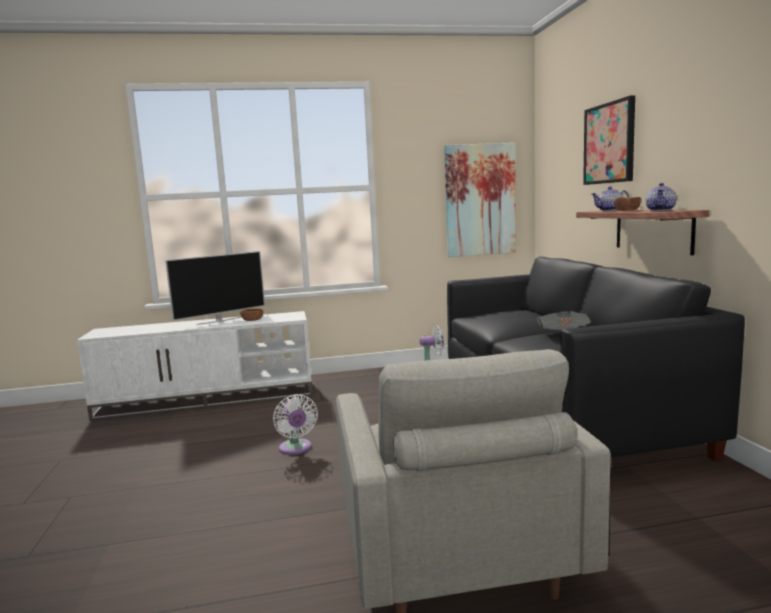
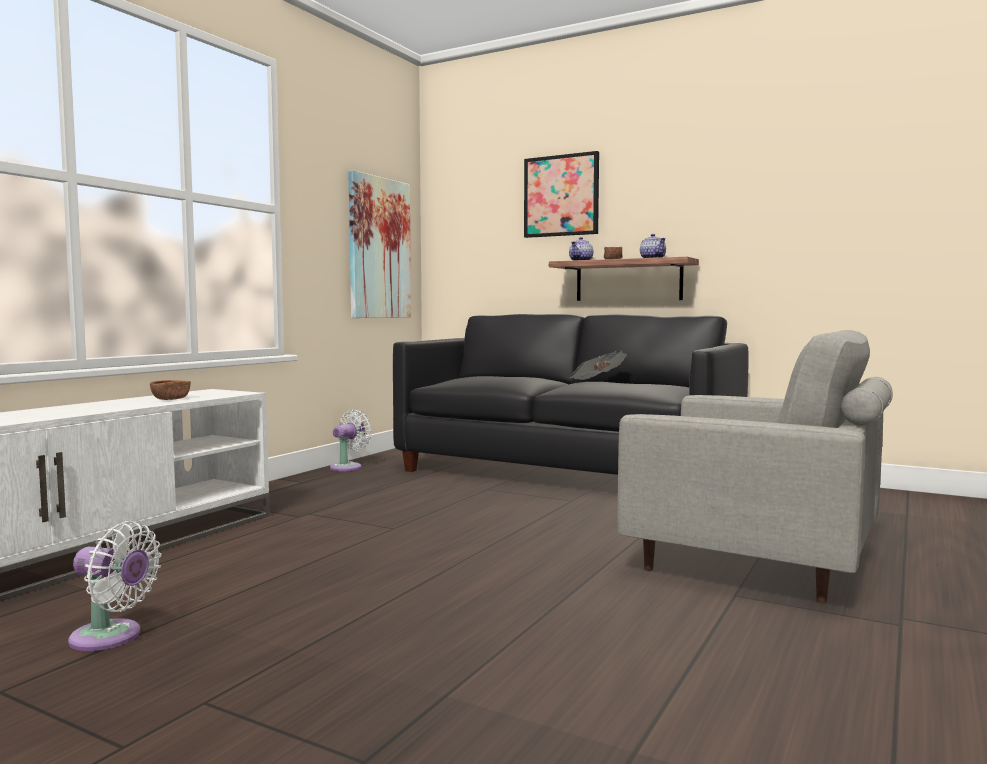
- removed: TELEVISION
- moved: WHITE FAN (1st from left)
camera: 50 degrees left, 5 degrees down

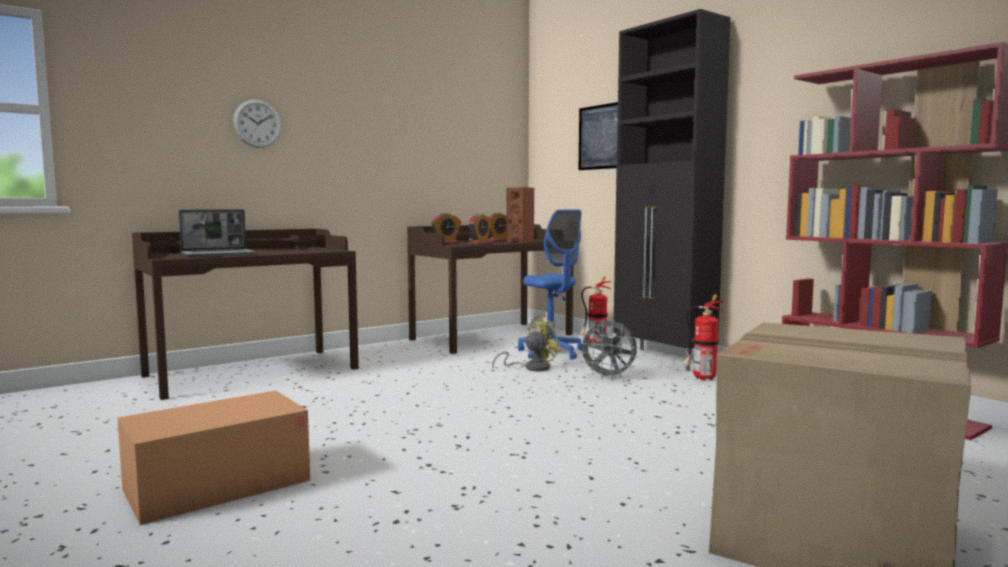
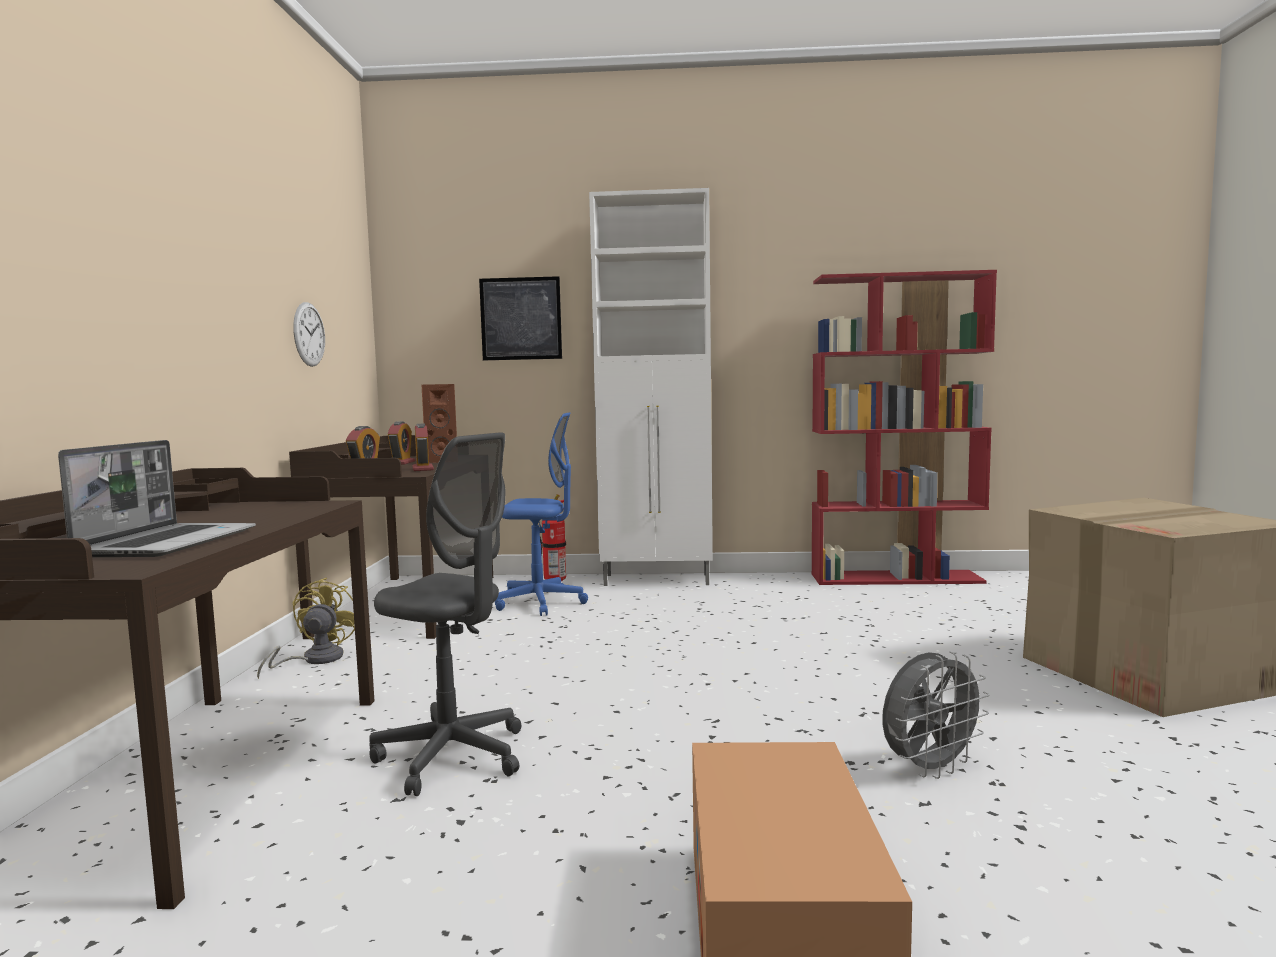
- recoloured: BLACK CABINET to WHITE CABINET
- moved: WALL CLOCK
- removed: FIRE EXTINGUISHER (2nd from left)
- moved: YELLOW FAN
- moved: GREY FAN
- added: GREY OFFICE CHAIR
camera: 50 degrees left, 0 degrees up

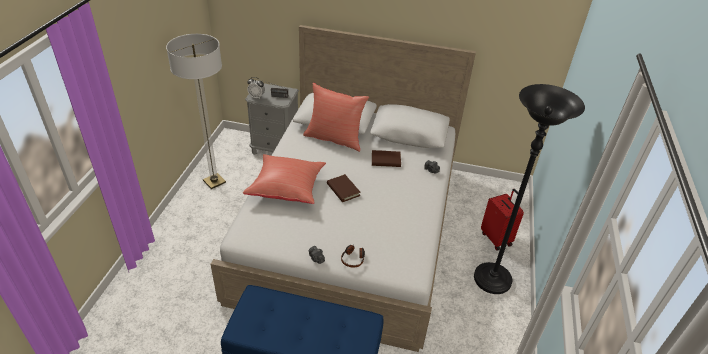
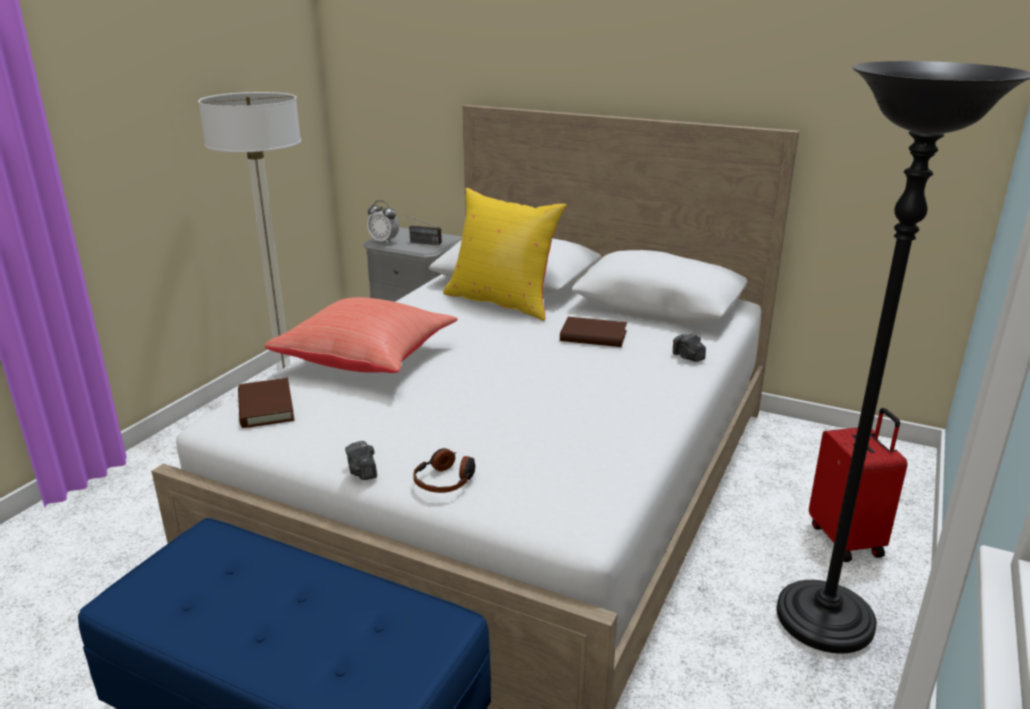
- recoloured: RED PILLOW (2nd from left) to YELLOW PILLOW
- moved: BROWN BOOK (1st from left)
camera: 15 degrees right, 15 degrees down

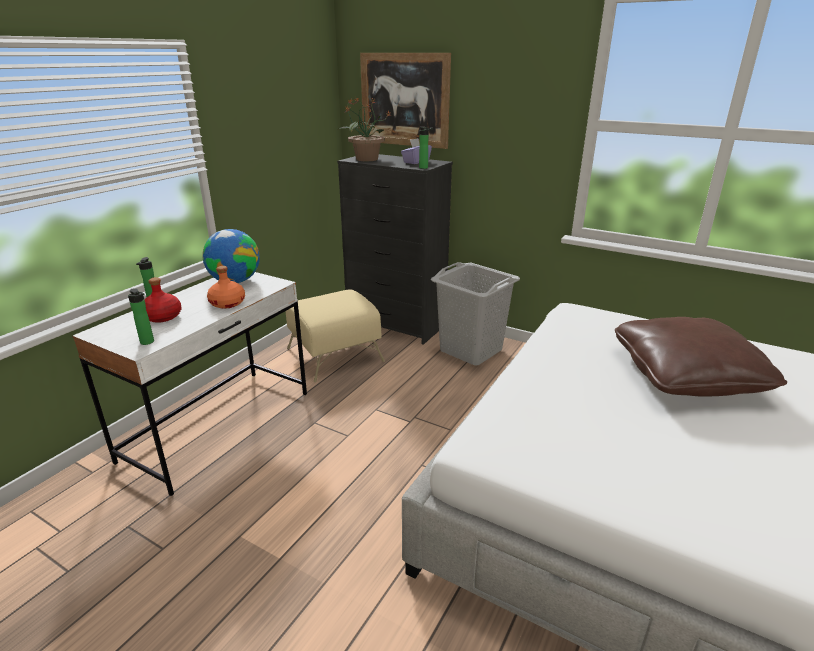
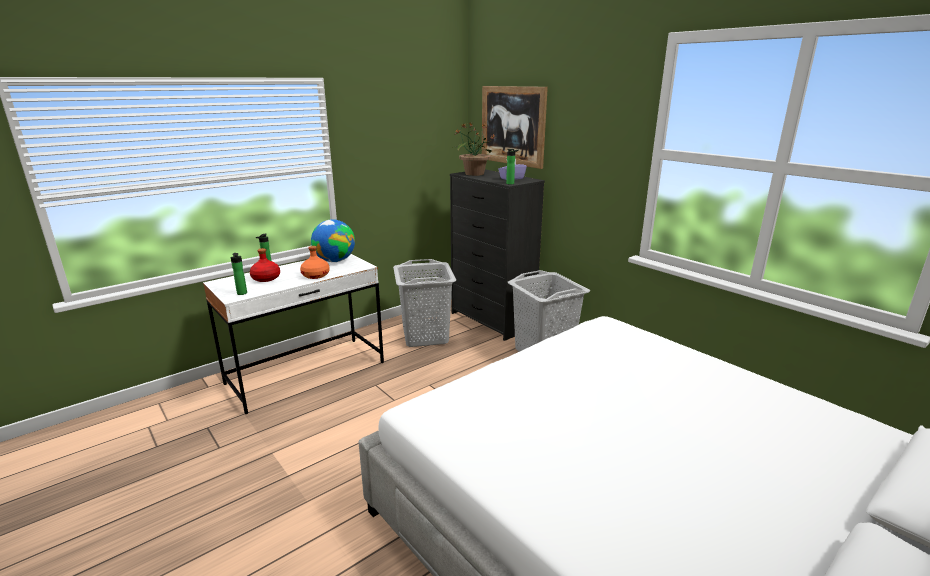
- replaced: BEIGE OTTOMAN to GREY LAUNDRY BASKET (1st from left)
- removed: BROWN PILLOW
camera: 20 degrees right, 5 degrees down

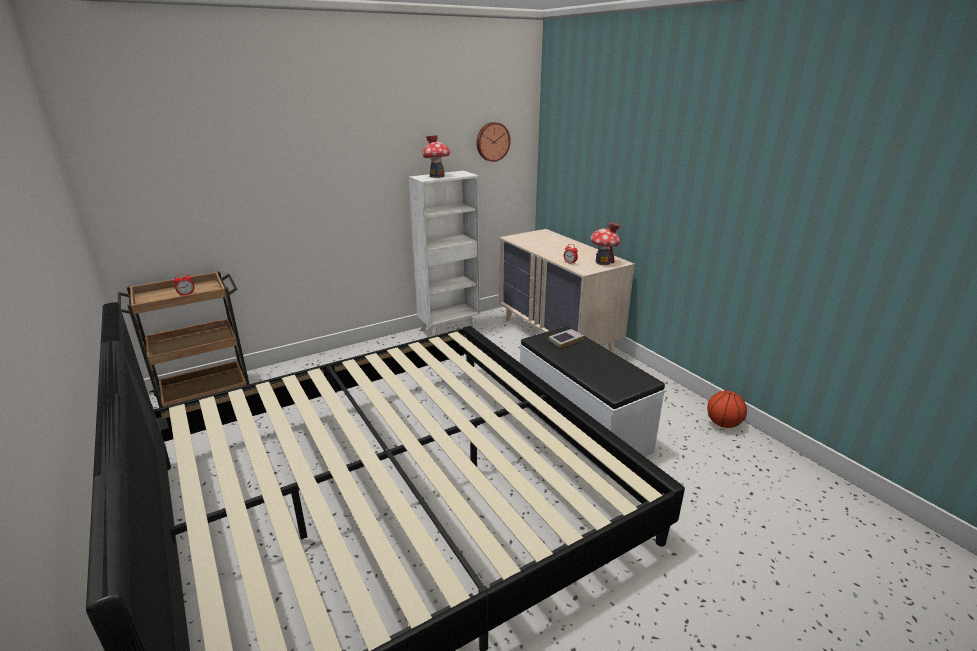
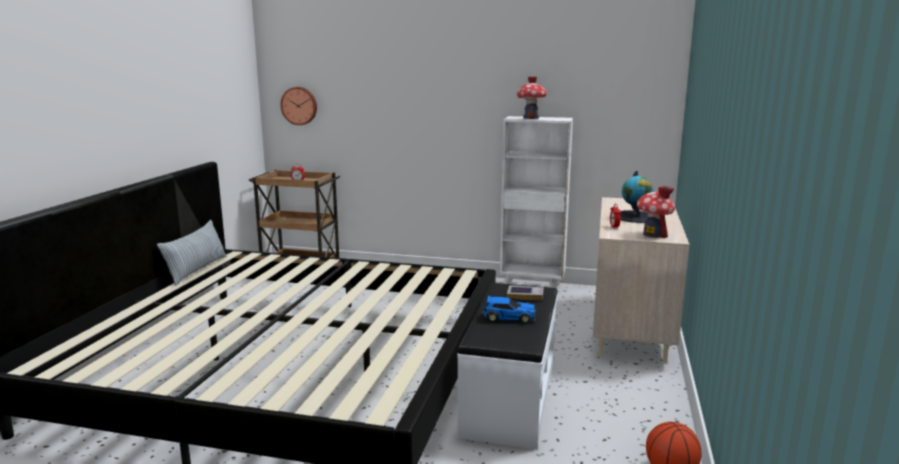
- moved: WALL CLOCK
- added: GLOBE
- added: PILLOW
- added: TOY CAR
camera: 45 degrees right, 10 degrees down

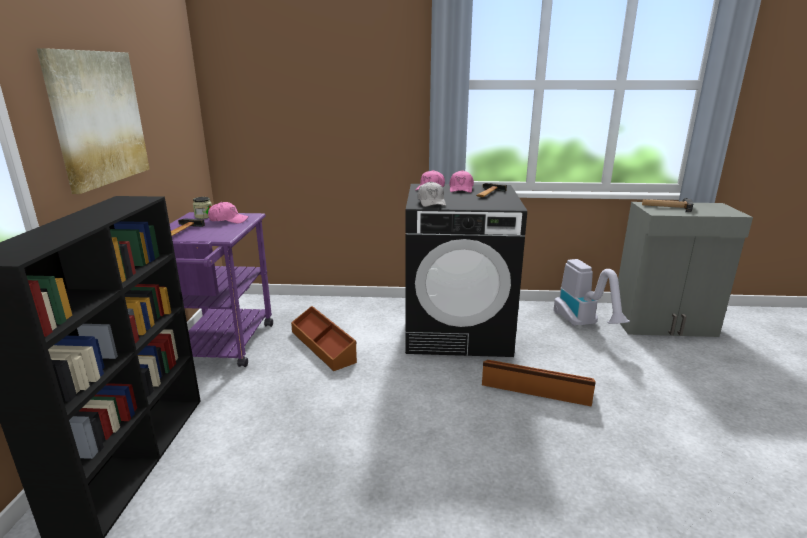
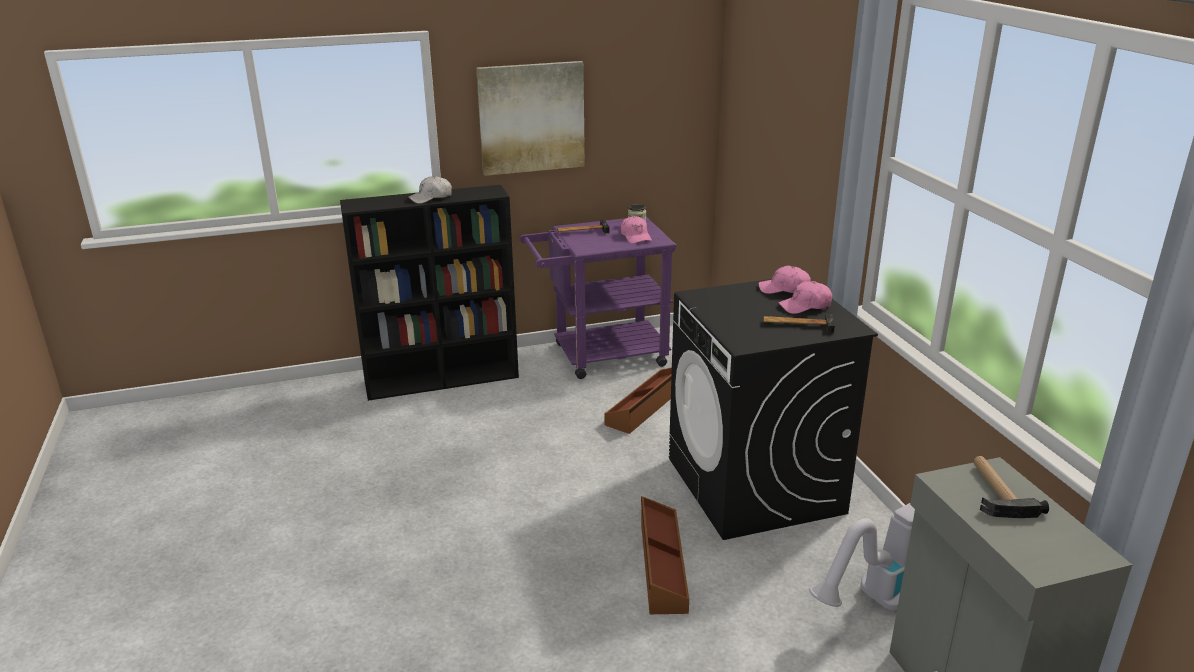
- moved: WHITE CAP
camera: 70 degrees right, 5 degrees up

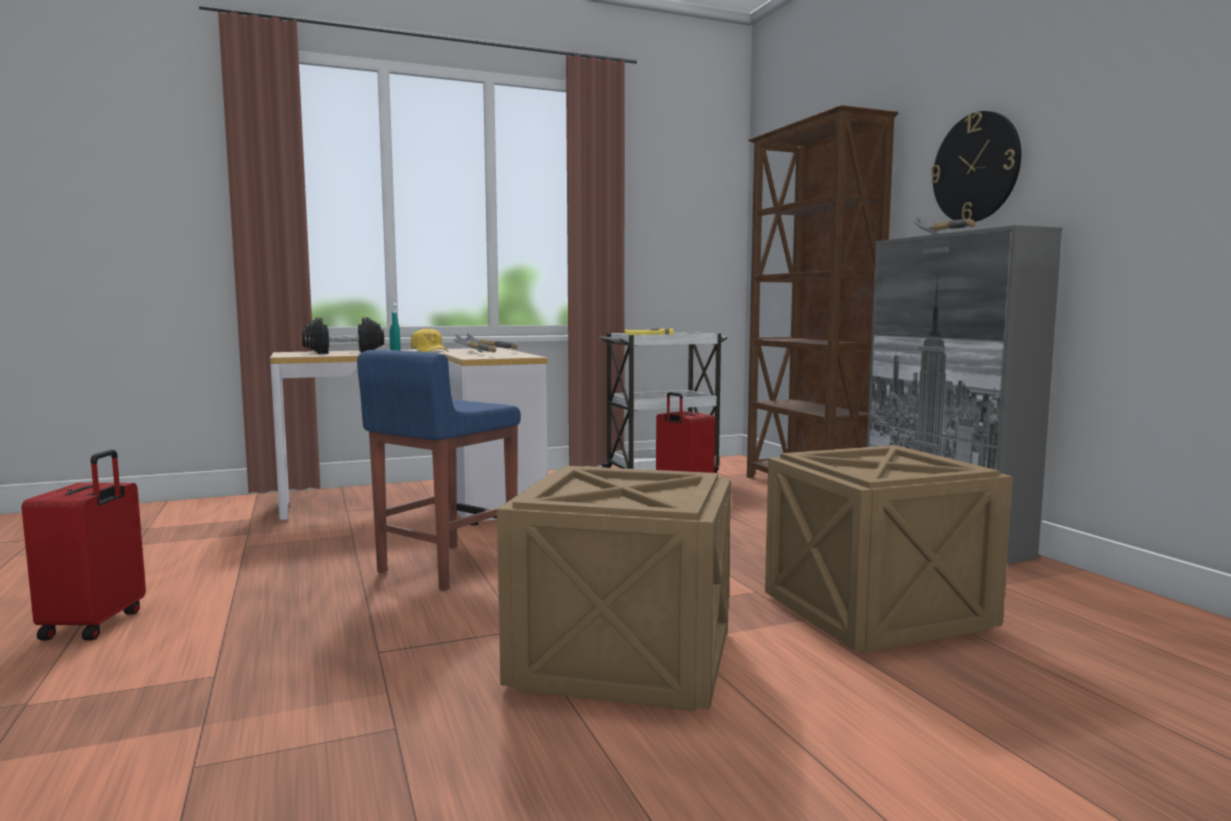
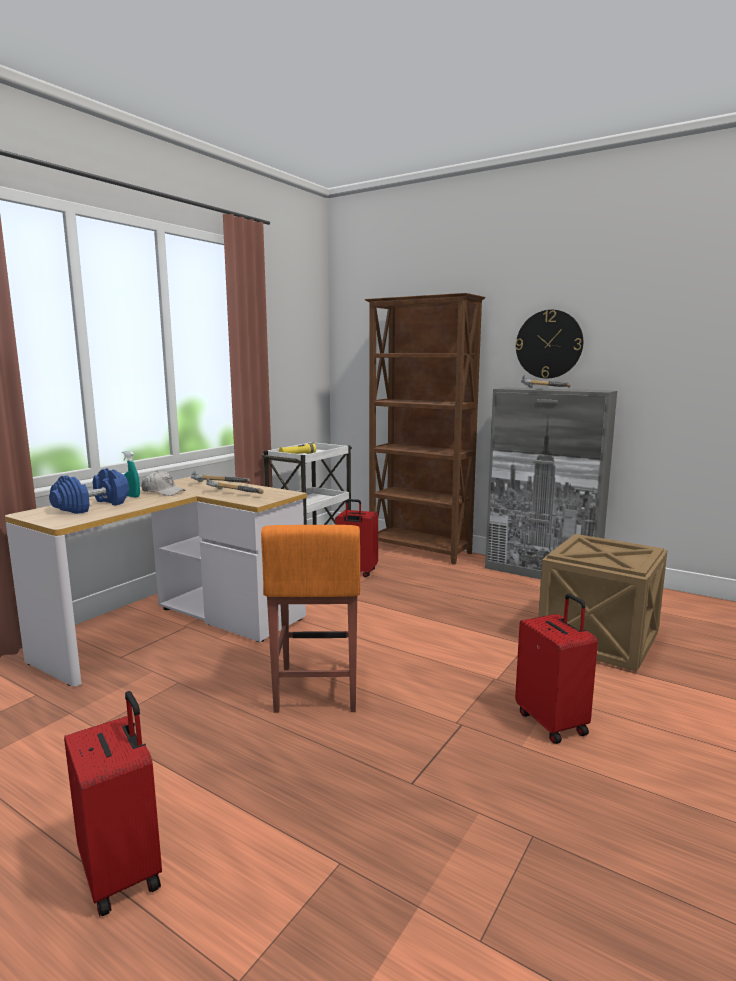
- recoloured: BLACK DUMBBELL to BLUE DUMBBELL
- recoloured: YELLOW CAP to WHITE CAP
- recoloured: BLUE STOOL to ORANGE STOOL
- replaced: CRATE (1st from left) to RED SUITCASE (3rd from left)
camera: 35 degrees left, 5 degrees up

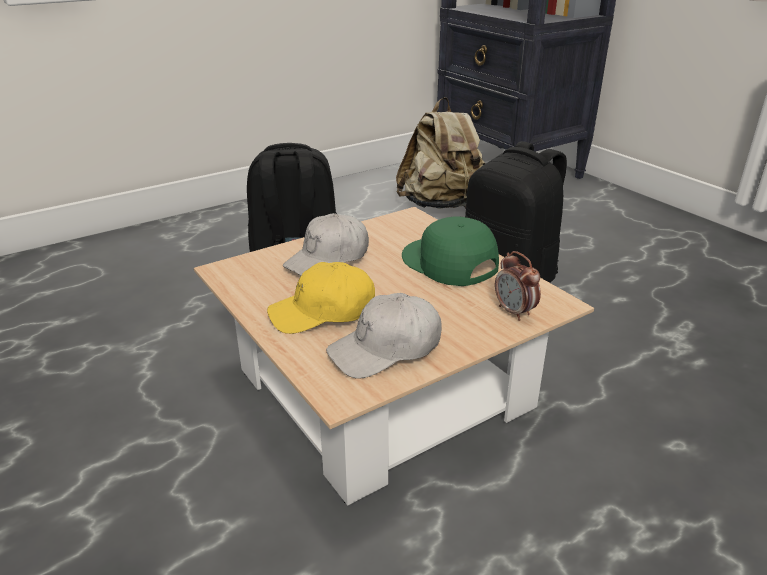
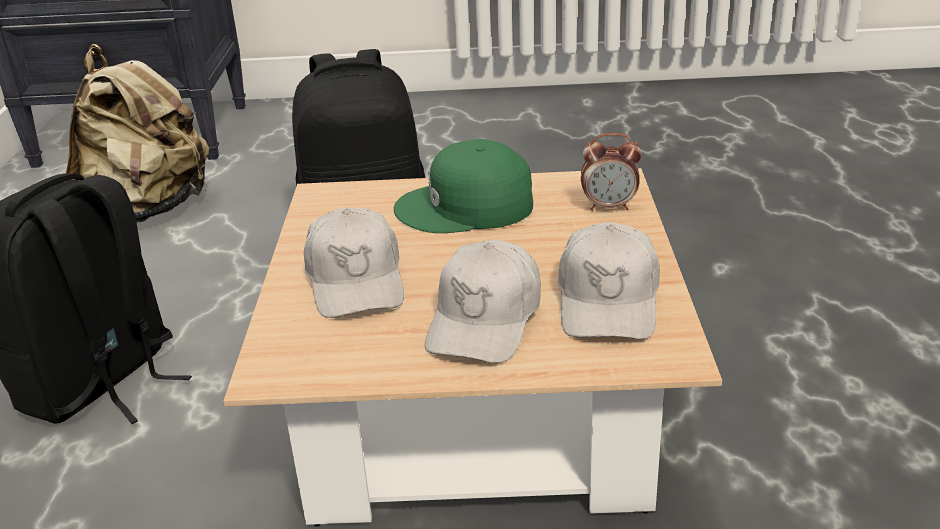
- recoloured: YELLOW CAP to WHITE CAP (2nd from left)
camera: 55 degrees left, 0 degrees up

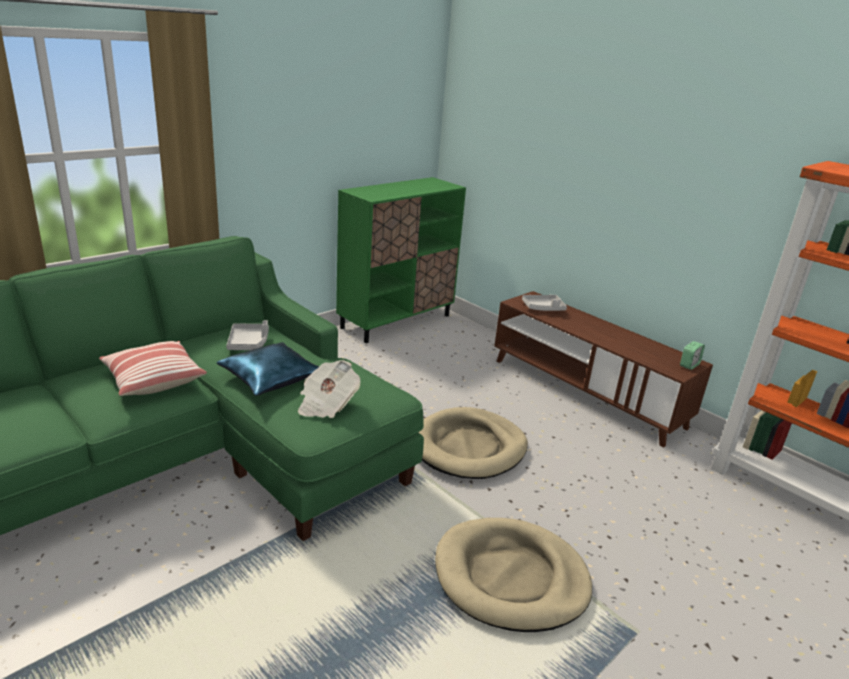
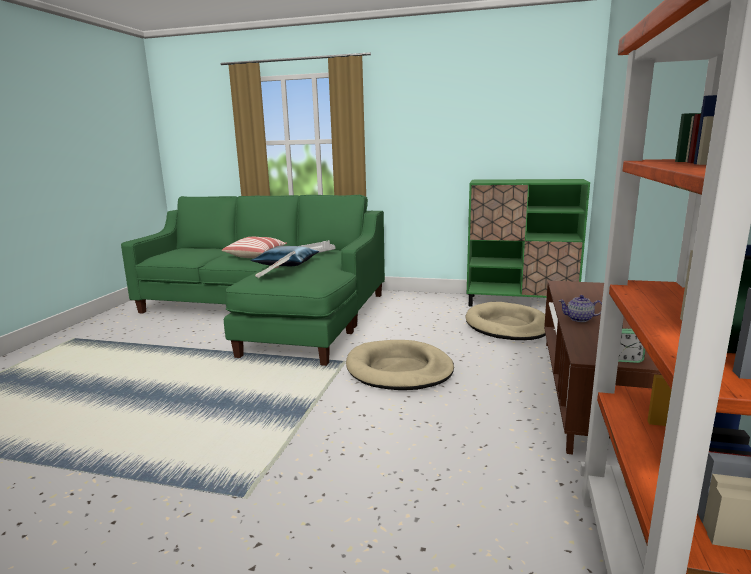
- removed: GREY TRAY (2nd from left)
- moved: BEIGE DOG BED (2nd from left)
- added: TEAPOT
camera: 60 degrees right, 10 degrees down

